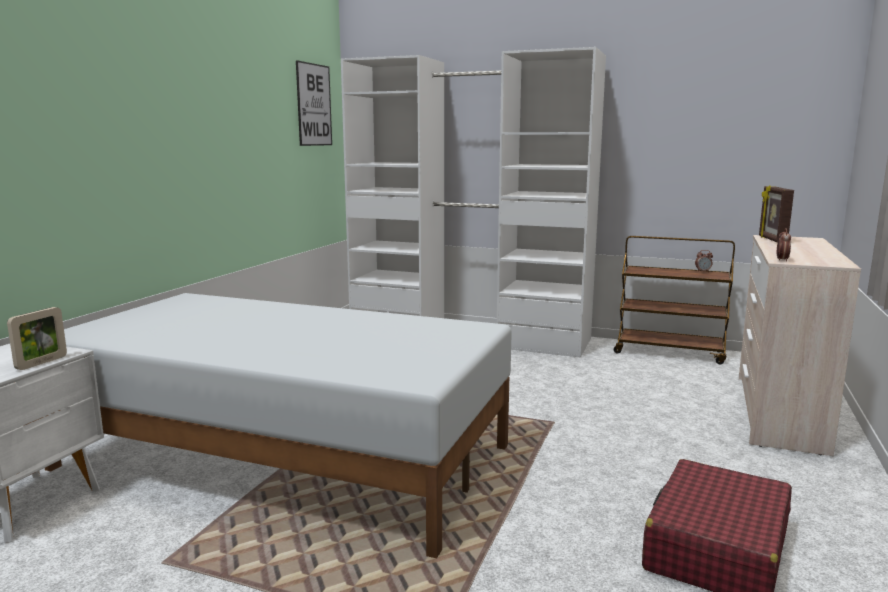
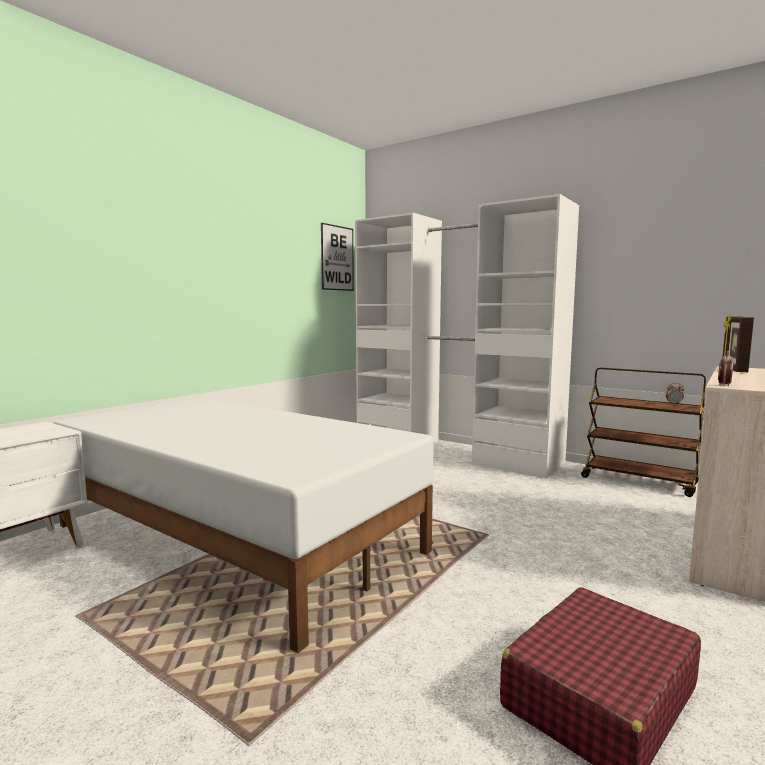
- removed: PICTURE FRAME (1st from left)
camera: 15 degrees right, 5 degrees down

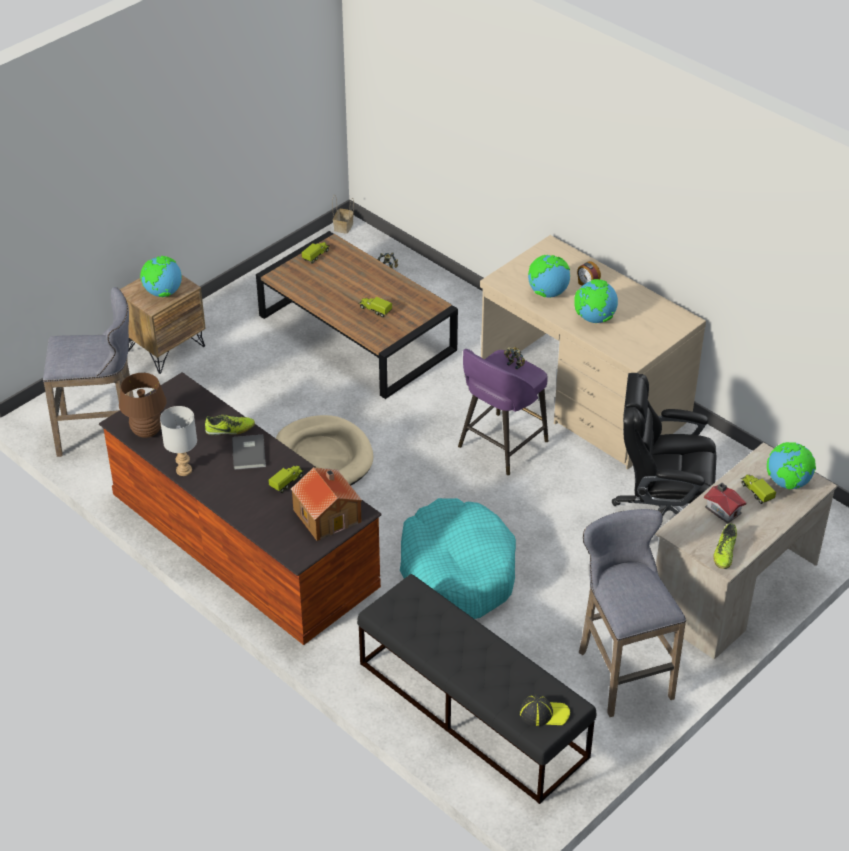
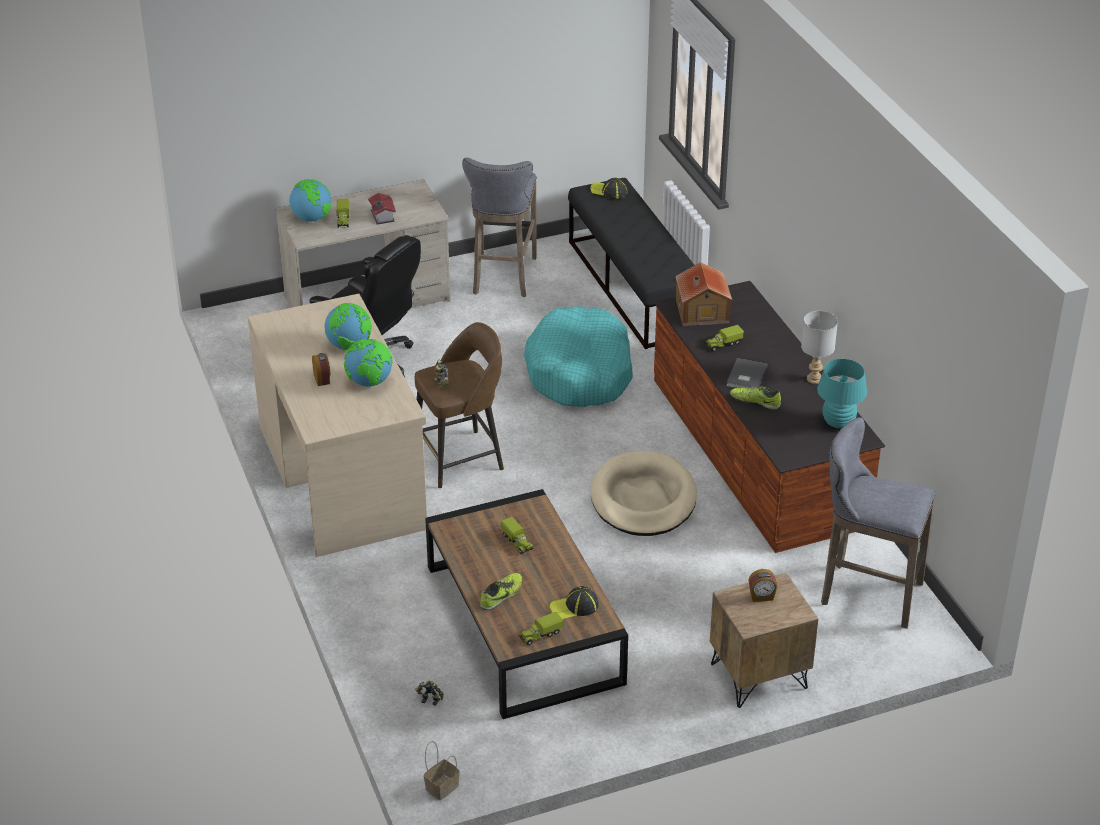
- replaced: GLOBE (1st from left) to ALARM CLOCK (2nd from left)
- recoloured: PURPLE STOOL to BROWN STOOL
- recoloured: BROWN TABLE LAMP to TURQUOISE TABLE LAMP
- moved: SHOE (2nd from left in the first image) to SHOE (1st from left)
- added: CAP (1st from left)
camera: 155 degrees left, 5 degrees down

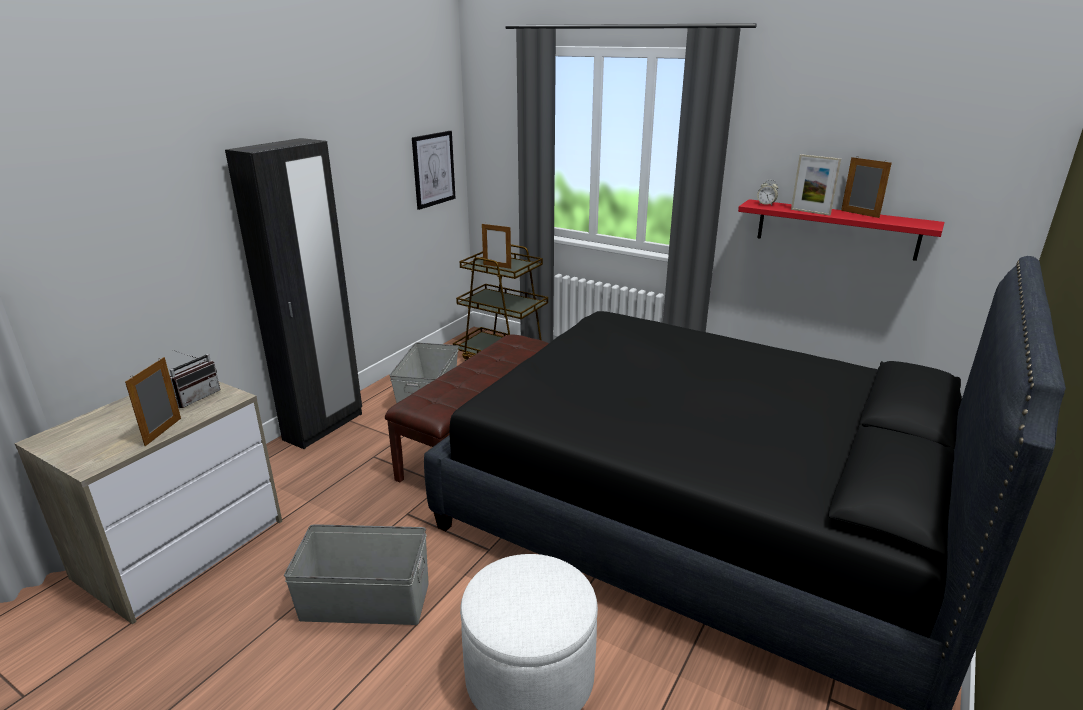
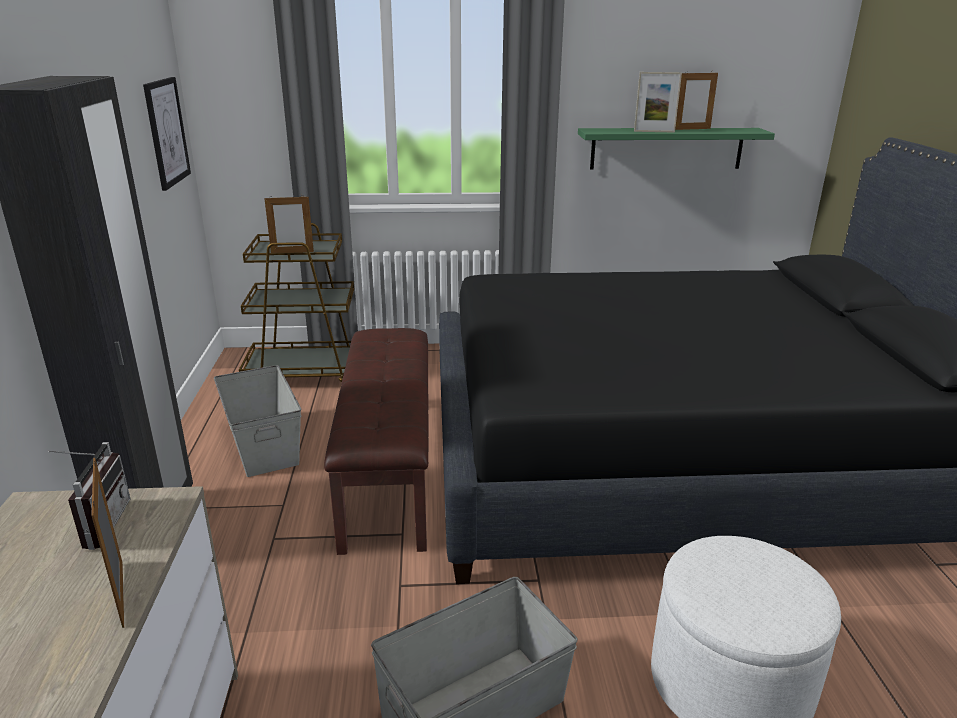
- turned: PICTURE FRAME (4th from left) 150 degrees clockwise
- removed: ALARM CLOCK
- recoloured: RED SHELF to GREEN SHELF
camera: 35 degrees left, 0 degrees up

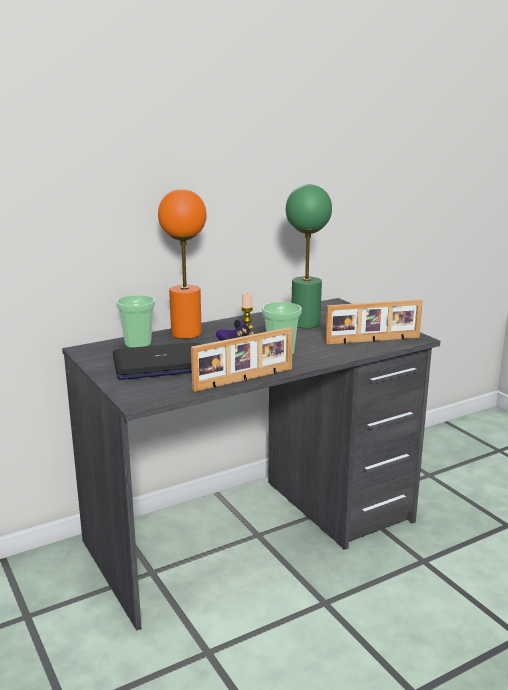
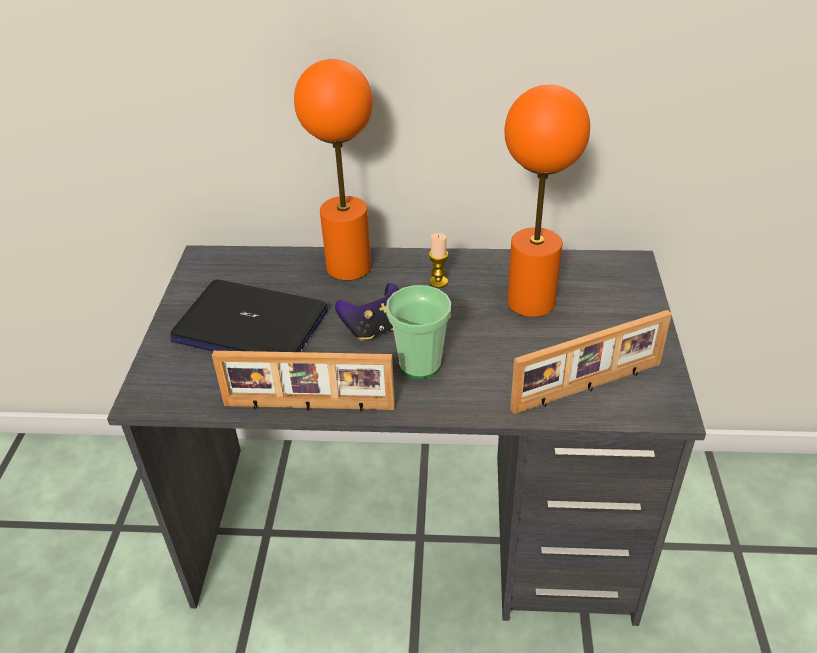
- recoloured: GREEN TABLE LAMP to ORANGE TABLE LAMP (2nd from left)
- removed: CUP (1st from left)
- turned: PICTURE FRAME (2nd from left) 45 degrees counterclockwise
camera: 35 degrees right, 20 degrees up

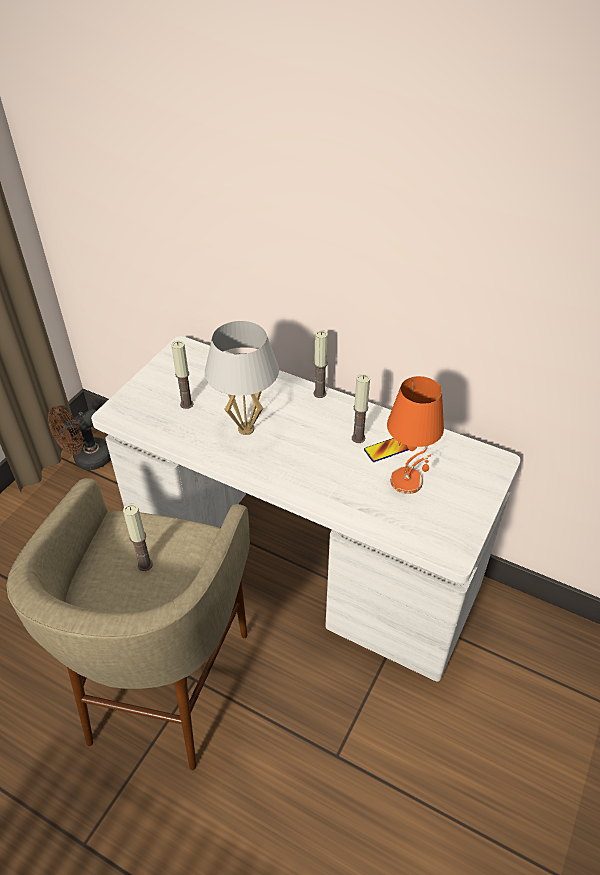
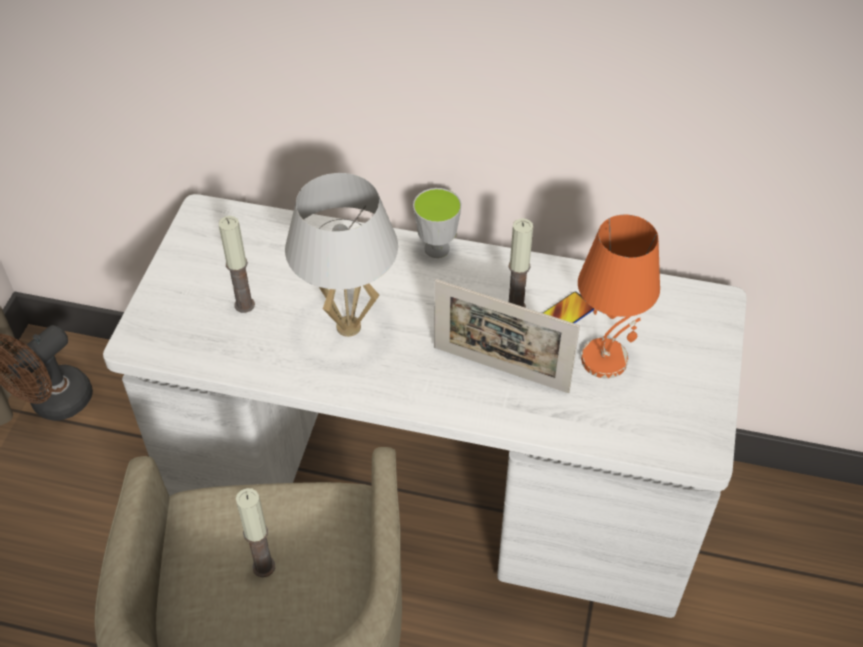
- replaced: CANDLE (3rd from left) to CUP
- added: PICTURE FRAME
camera: 15 degrees left, 5 degrees up

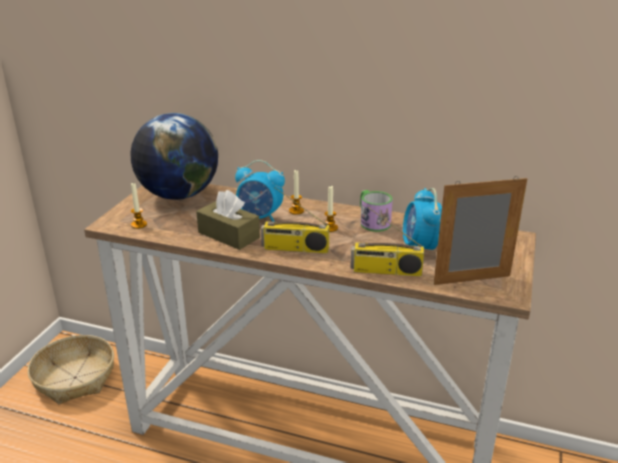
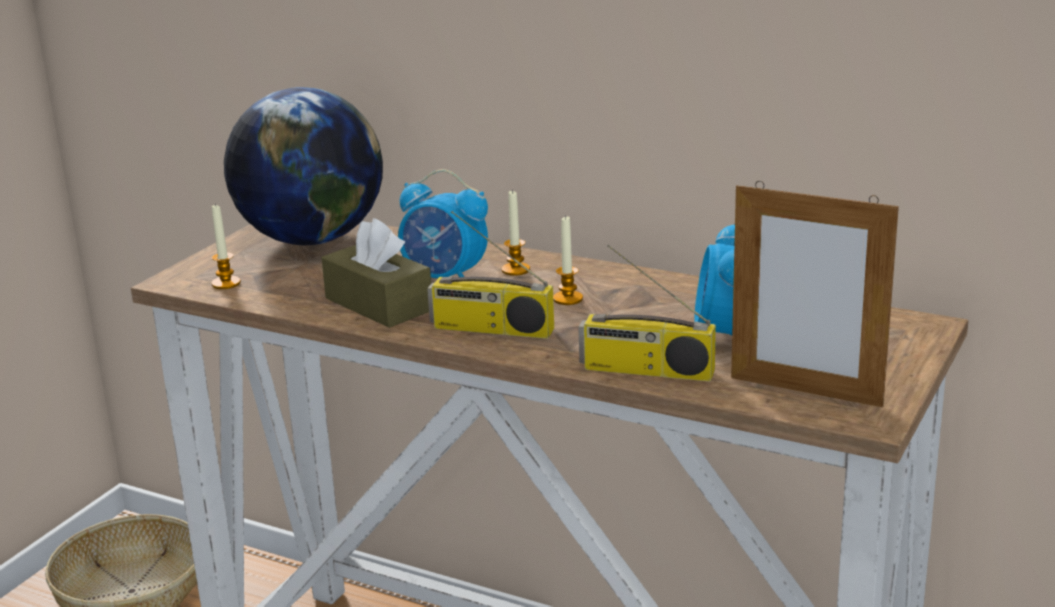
- turned: PICTURE FRAME 150 degrees counterclockwise
- removed: MUG
camera: 10 degrees right, 5 degrees down

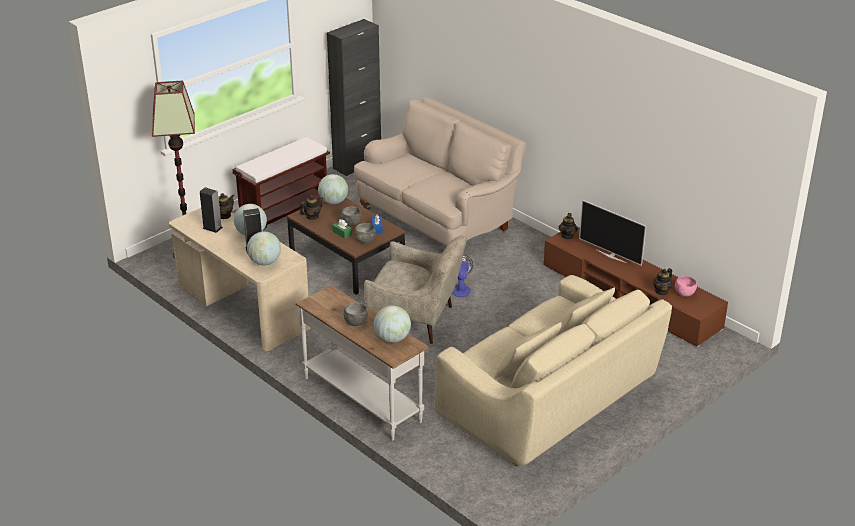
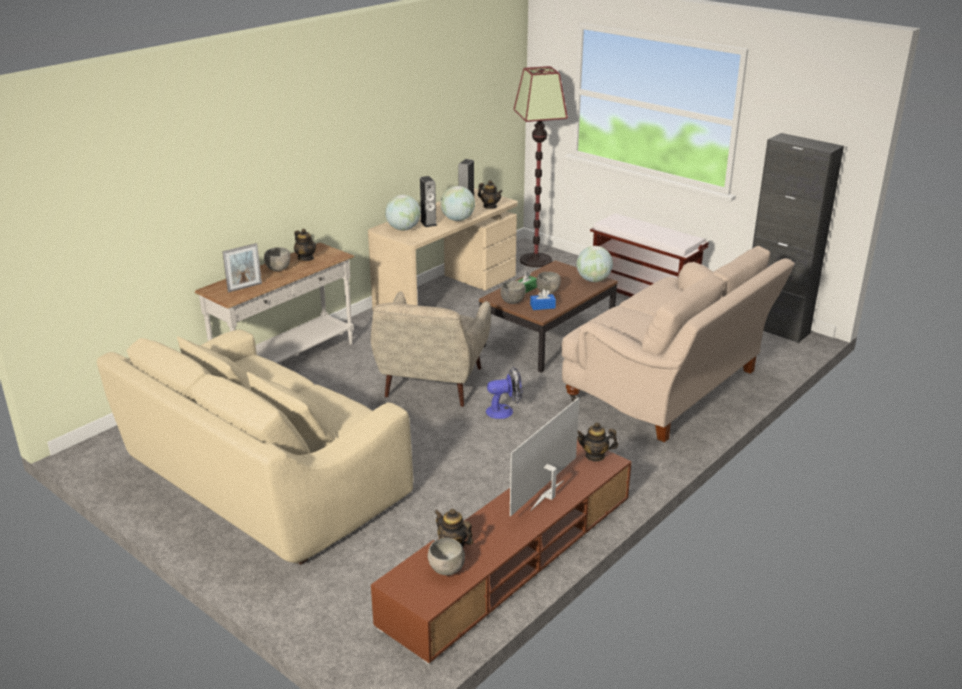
- moved: TEAPOT (2nd from left in the first image) to TEAPOT (1st from left)
- recoloured: PINK BOWL to GREY BOWL (2nd from left)
- replaced: GLOBE (4th from left) to PICTURE FRAME
camera: 85 degrees right, 5 degrees down

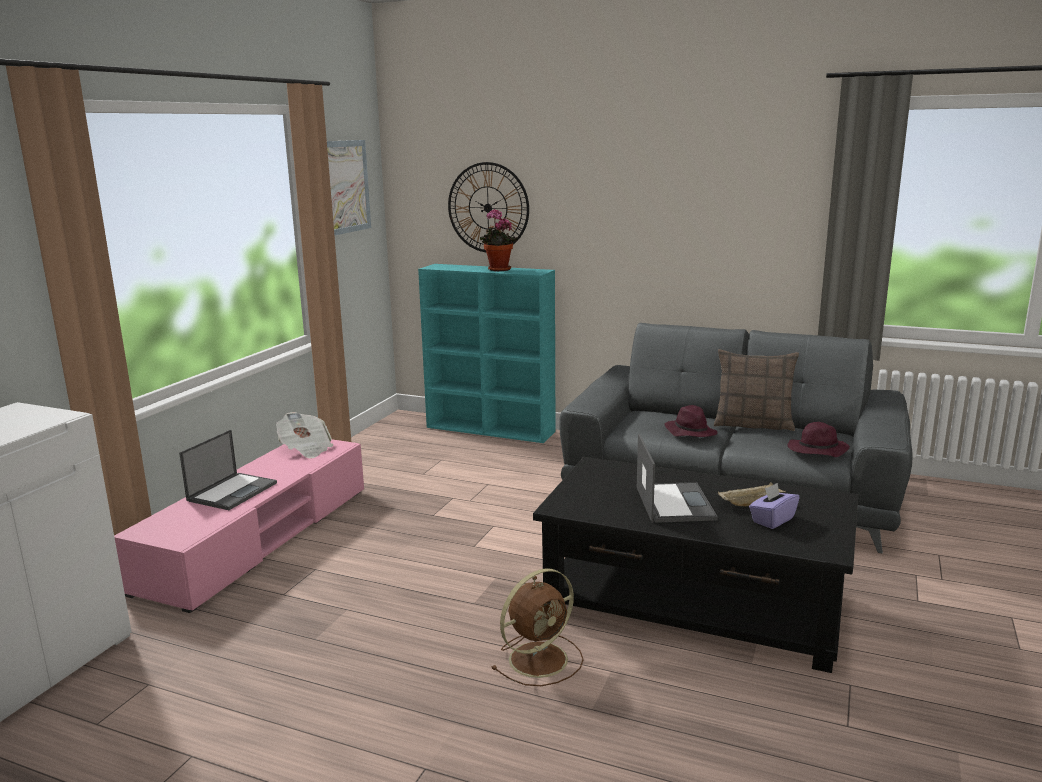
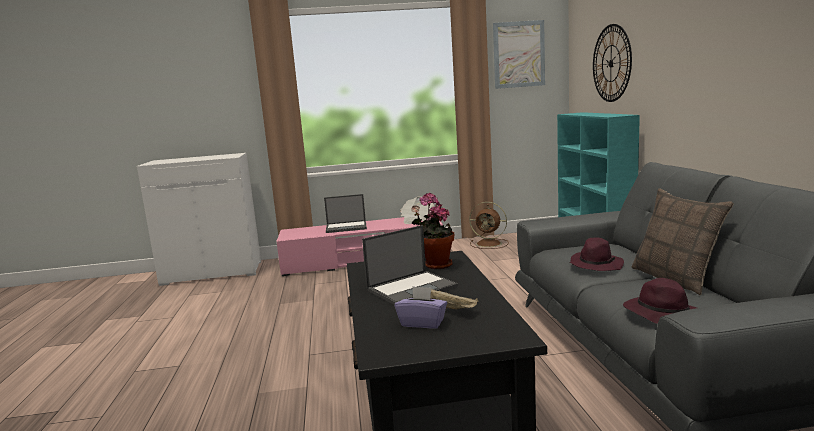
- moved: POTTED PLANT
- moved: BROWN FAN
camera: 60 degrees right, 5 degrees down

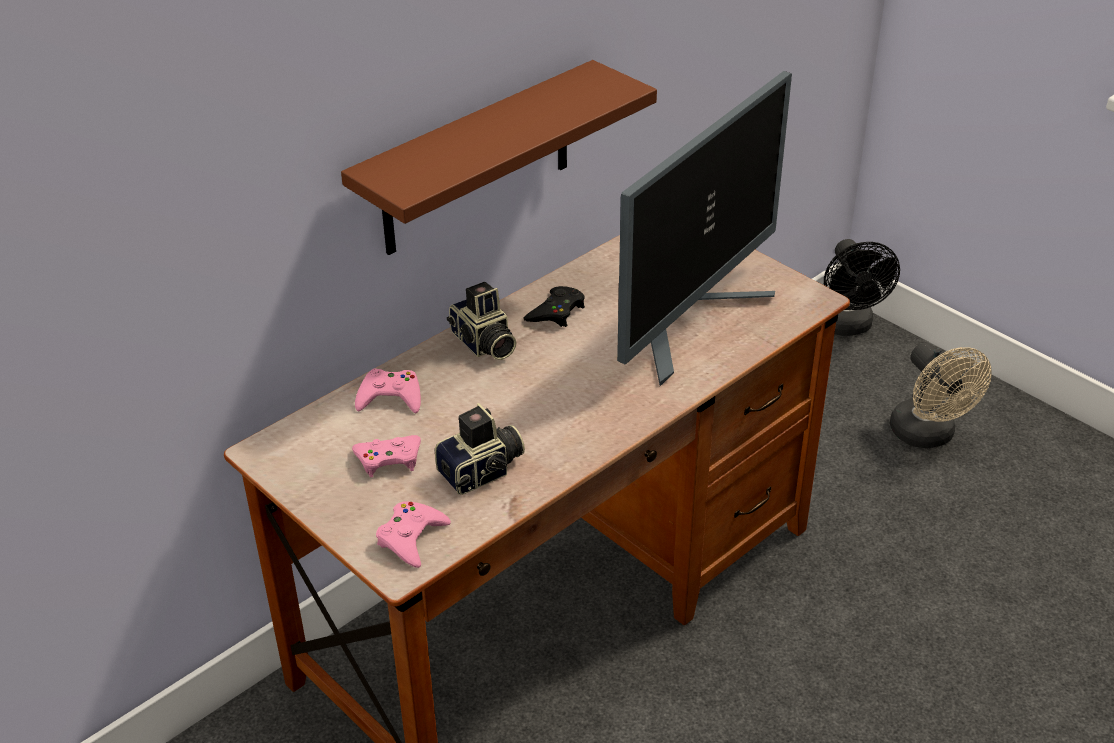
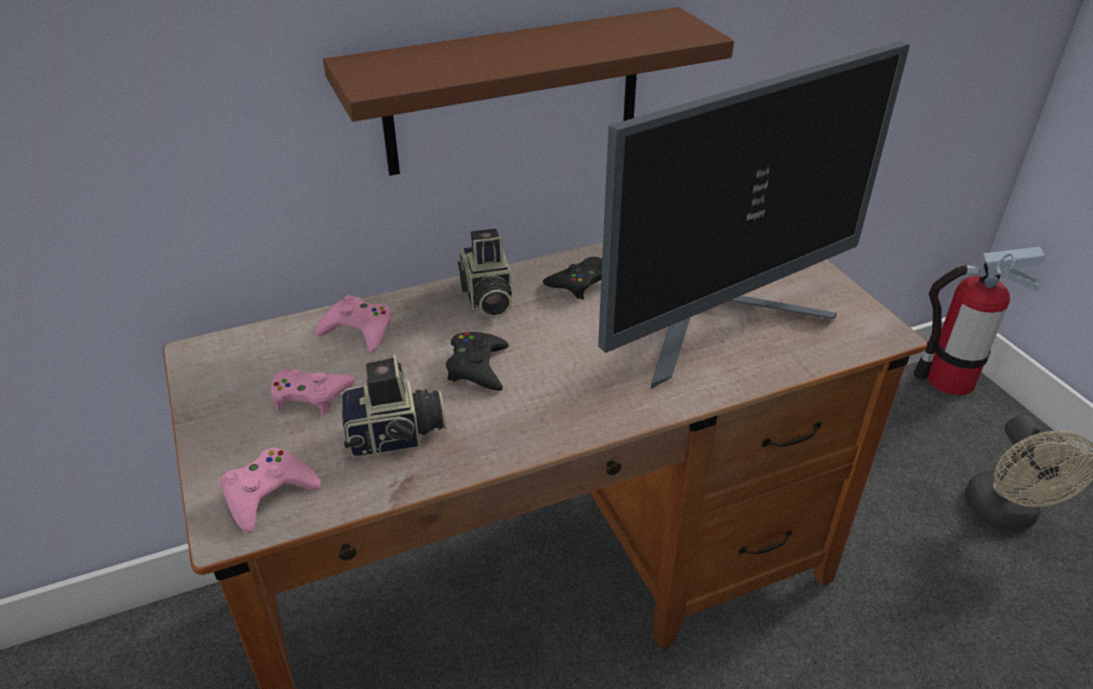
- replaced: BLACK FAN to FIRE EXTINGUISHER
- added: BLACK GAME CONTROLLER (1st from left)
camera: 20 degrees right, 0 degrees up

